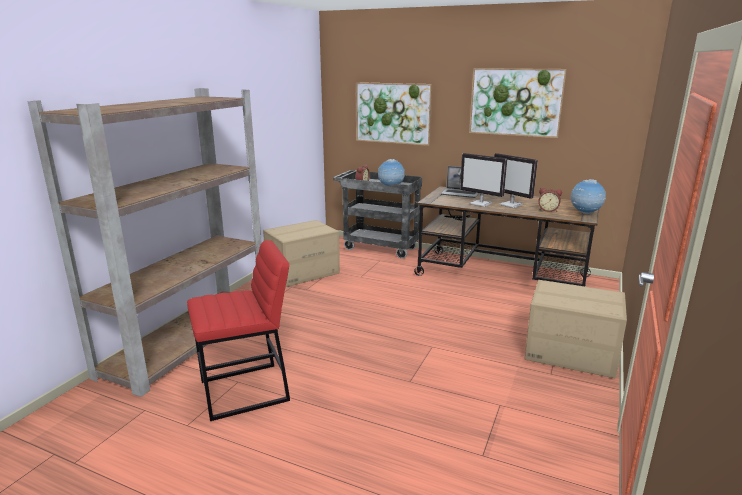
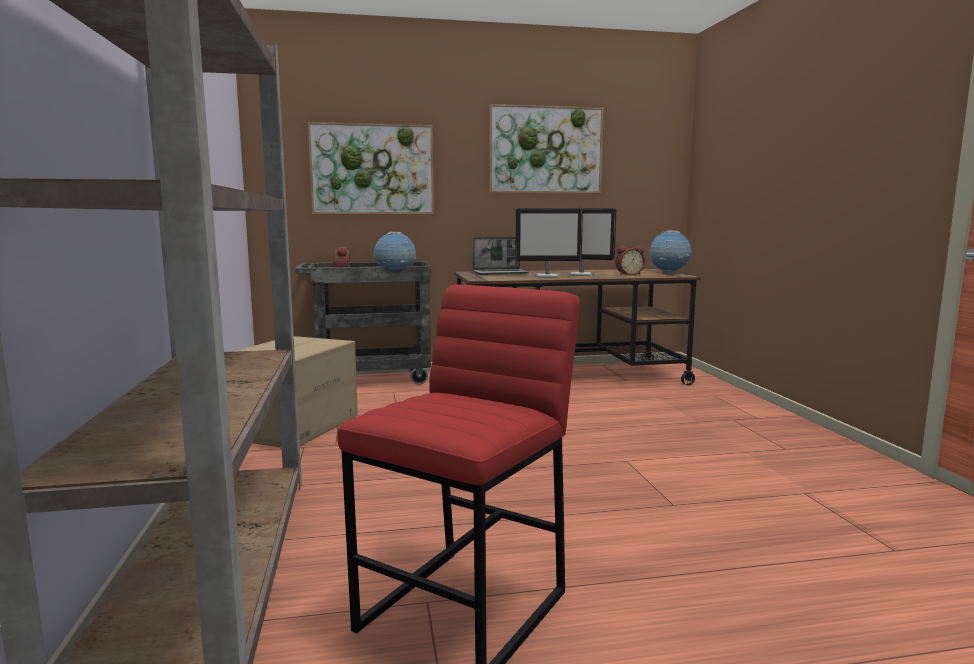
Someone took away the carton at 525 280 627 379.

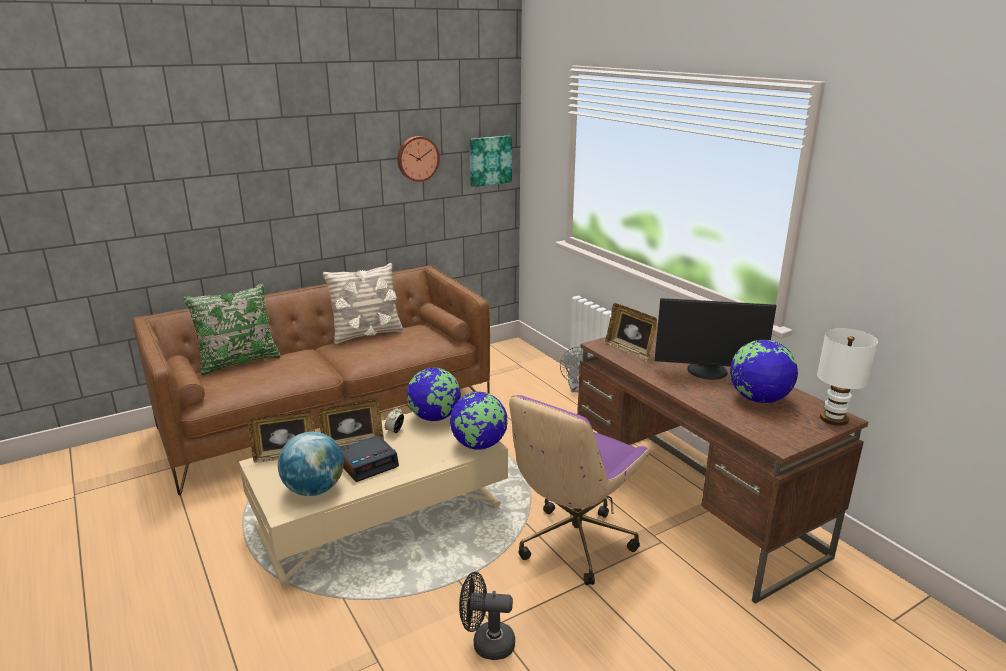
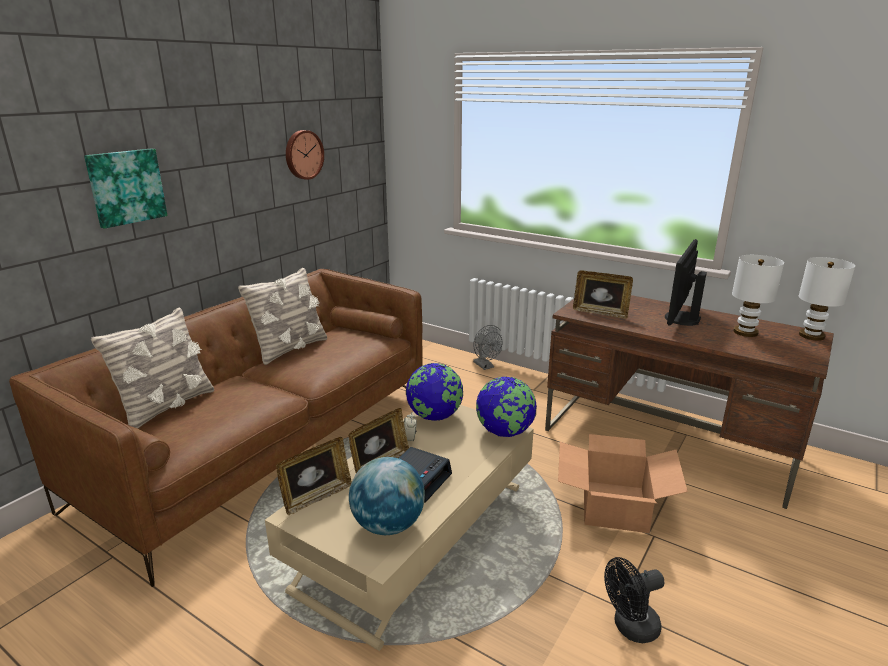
Someone carried the tableau from 470 135 512 187 to 84 149 168 229. Someone repainted the coussin [vert] at 183 283 280 375, which became the coussin [beige] at 91 308 214 429. Someone swapped the chaise de bureau [violet] at 509 395 649 585 for the carton at 558 434 688 533. Someone rotated the écran d'ordinateur at 655 298 777 380 by 135 degrees clockwise. Someone swapped the globe at 730 339 798 403 for the lampe de table [blanc] at 732 255 784 337.

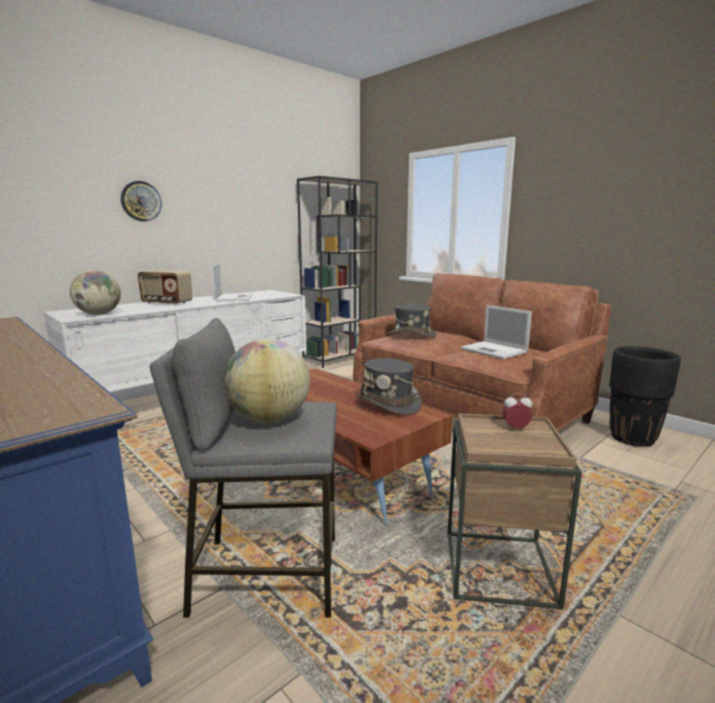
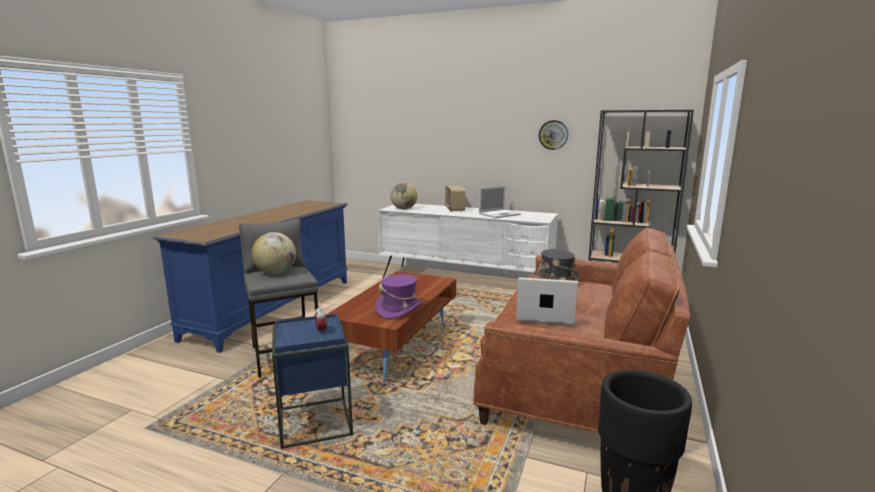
Someone repainted the table d'appoint [marron] at 448 413 582 609, which became the table d'appoint [bleu] at 272 314 353 449. Someone repainted the chapeau [gris] at 356 358 422 415, which became the chapeau [violet] at 375 274 424 319. Someone rotated the ordinateur portable at 460 305 532 359 by 75 degrees clockwise. Someone carried the horloge murale from 121 181 162 221 to 539 120 568 150.

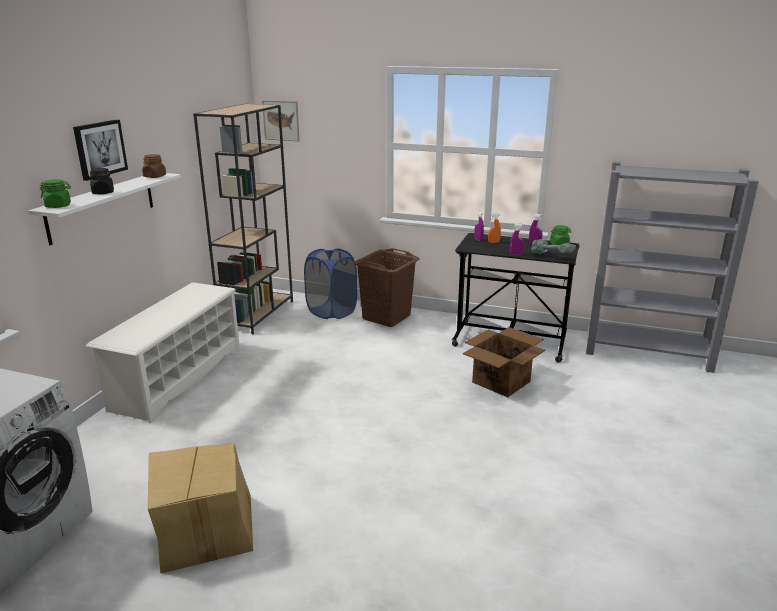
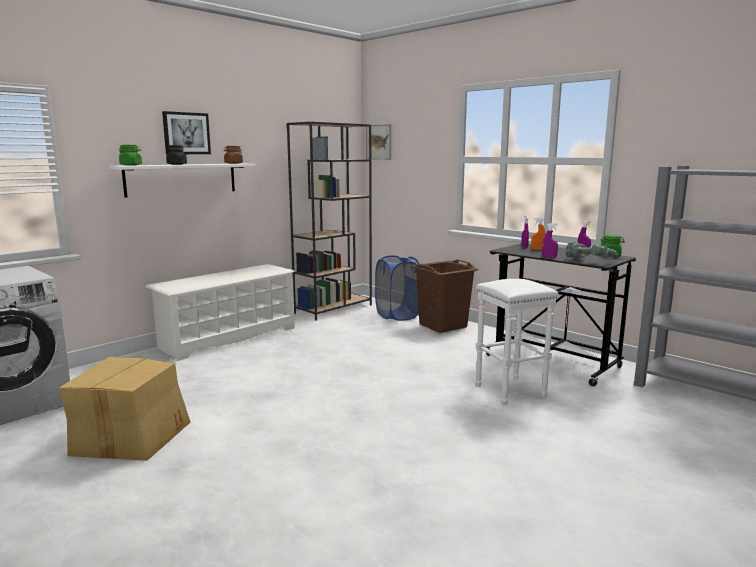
Someone swapped the carton at 463 327 545 397 for the tabouret [blanc] at 476 279 559 405.

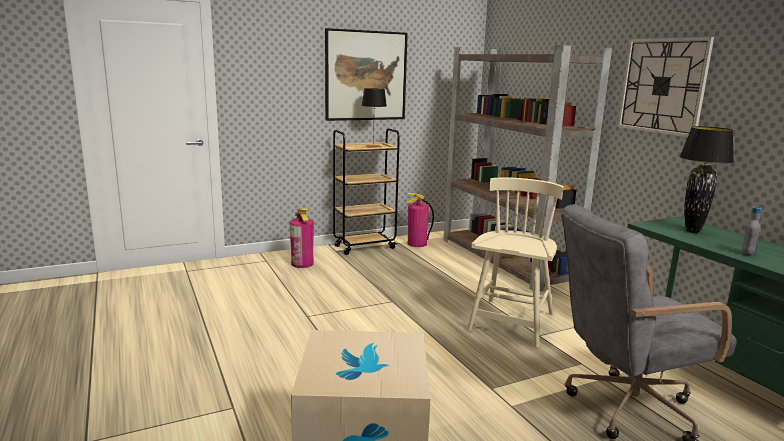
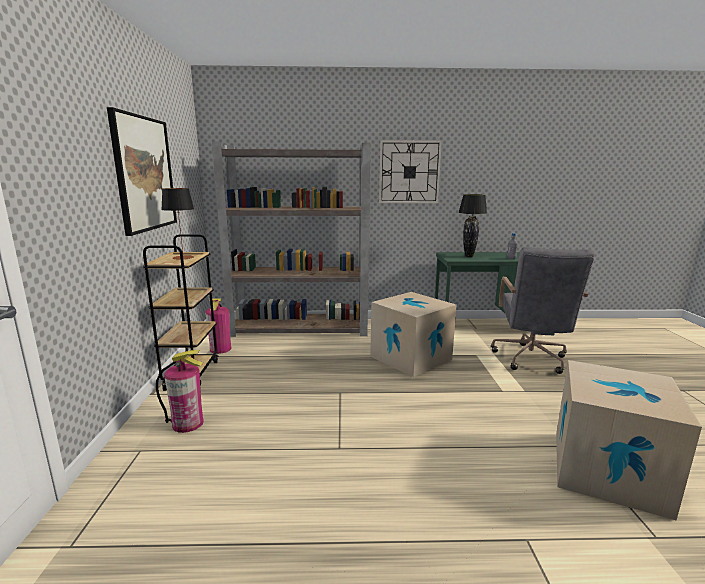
Someone swapped the chaise [beige] at 467 177 563 347 for the carton at 370 292 456 377.

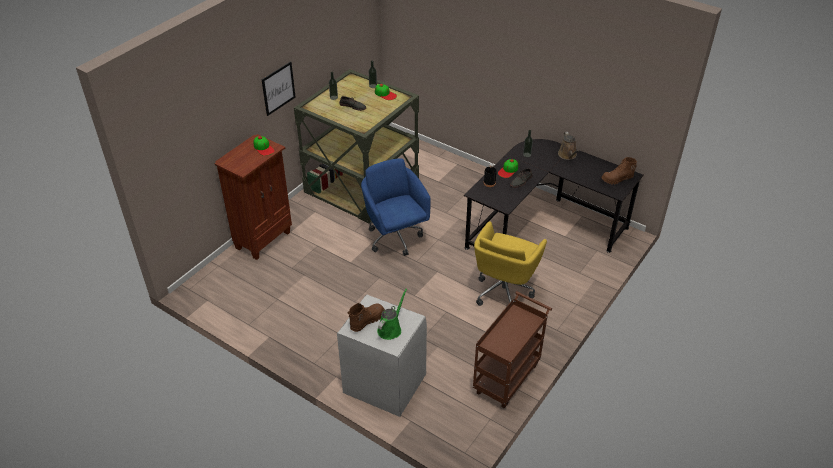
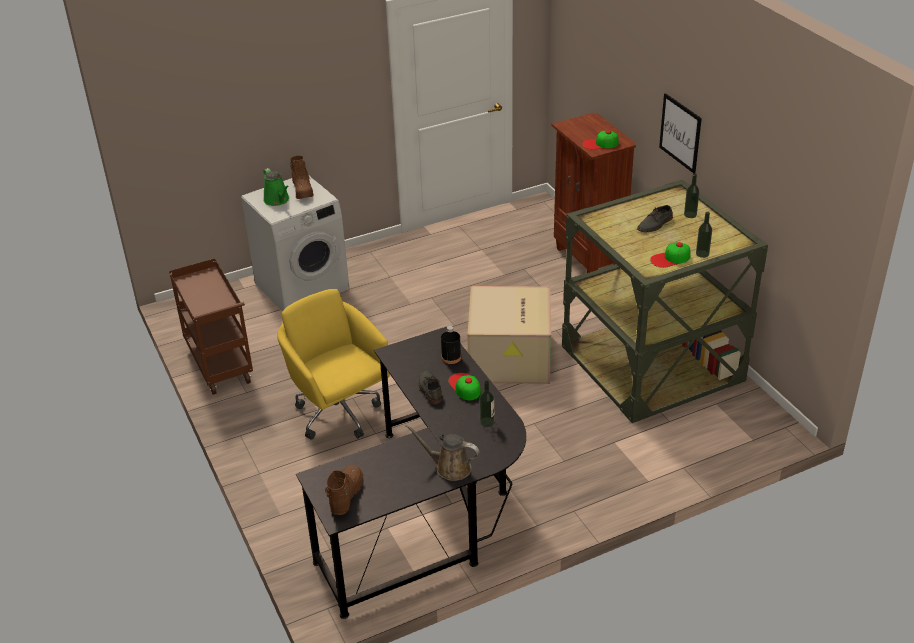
Someone swapped the chaise de bureau [bleu] at 361 158 431 256 for the carton at 467 286 551 384.

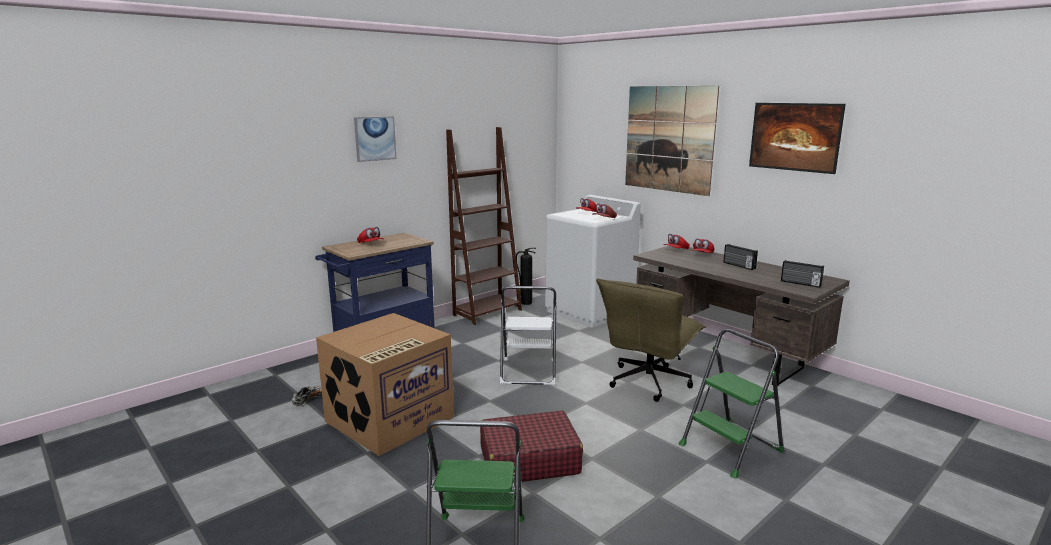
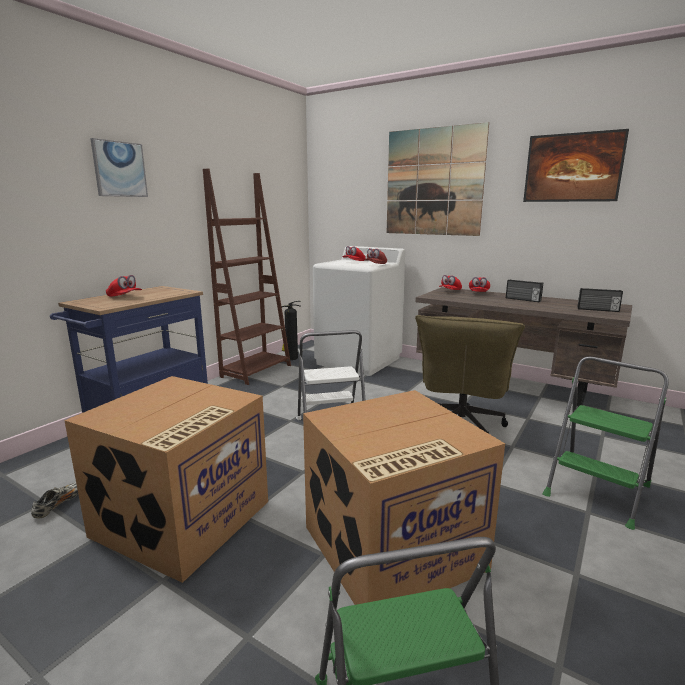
Someone swapped the valise [rouge] at 480 410 583 483 for the carton at 303 390 505 605.

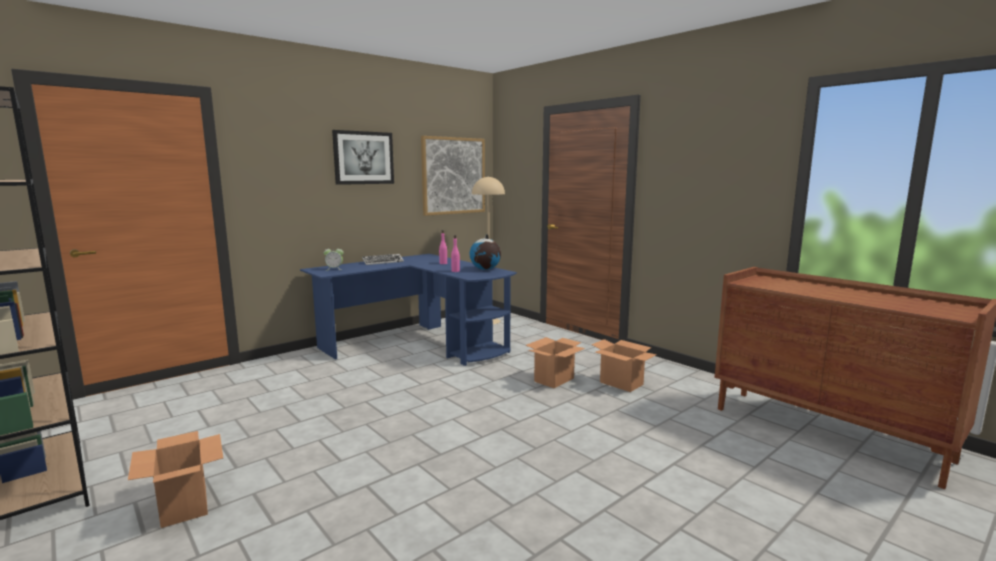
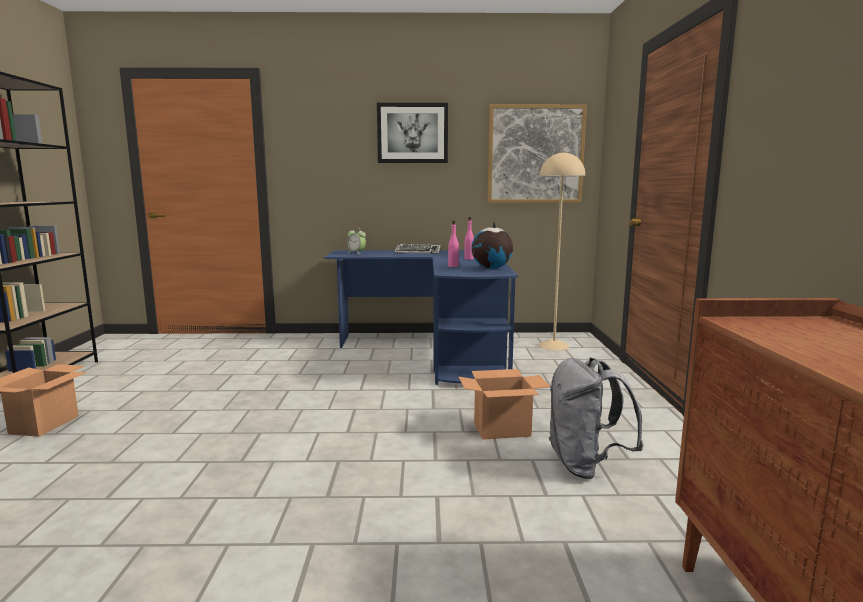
Someone swapped the carton at 591 339 657 392 for the sac à dos [gris] at 548 358 643 479.

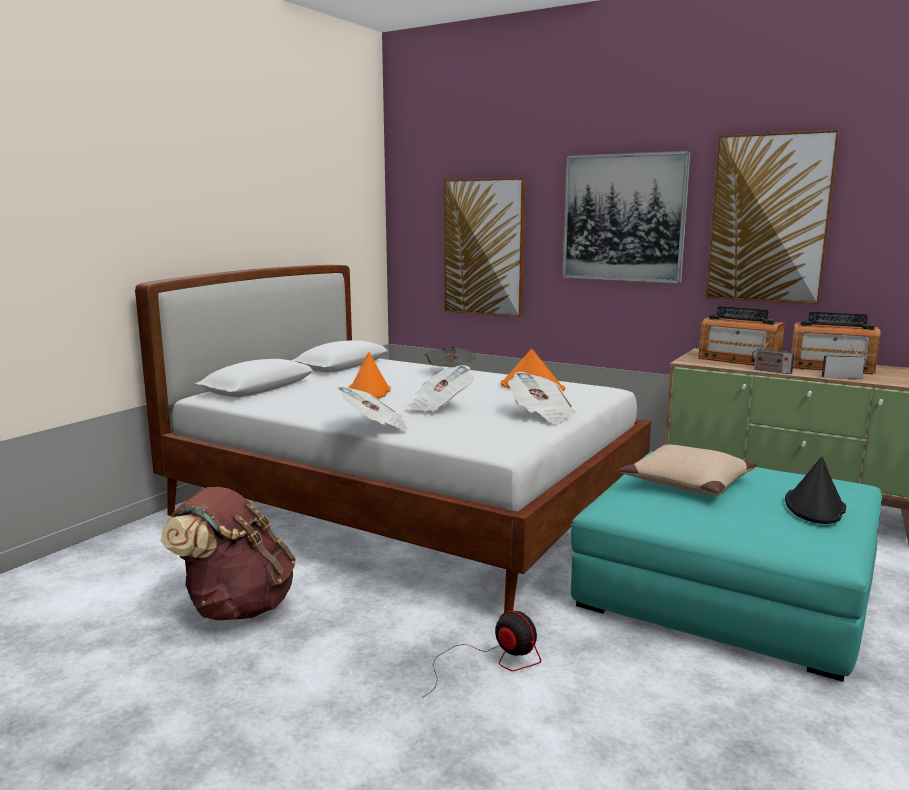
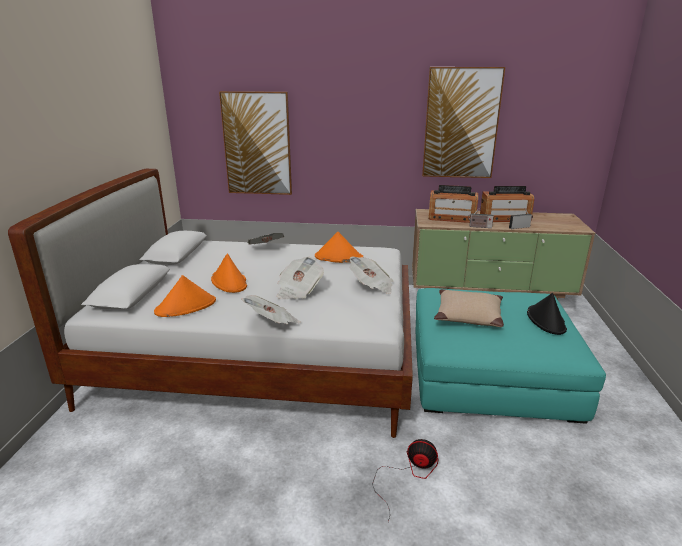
Someone put down the chapeau [orange] at 154 275 216 317. Someone took away the sac à dos [marron] at 160 487 296 620. Someone took away the tableau at 562 151 691 284.

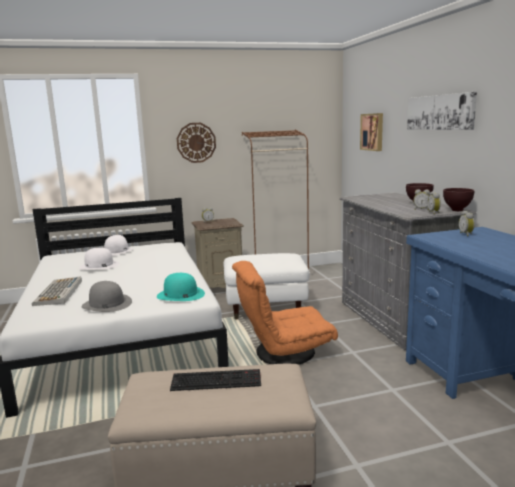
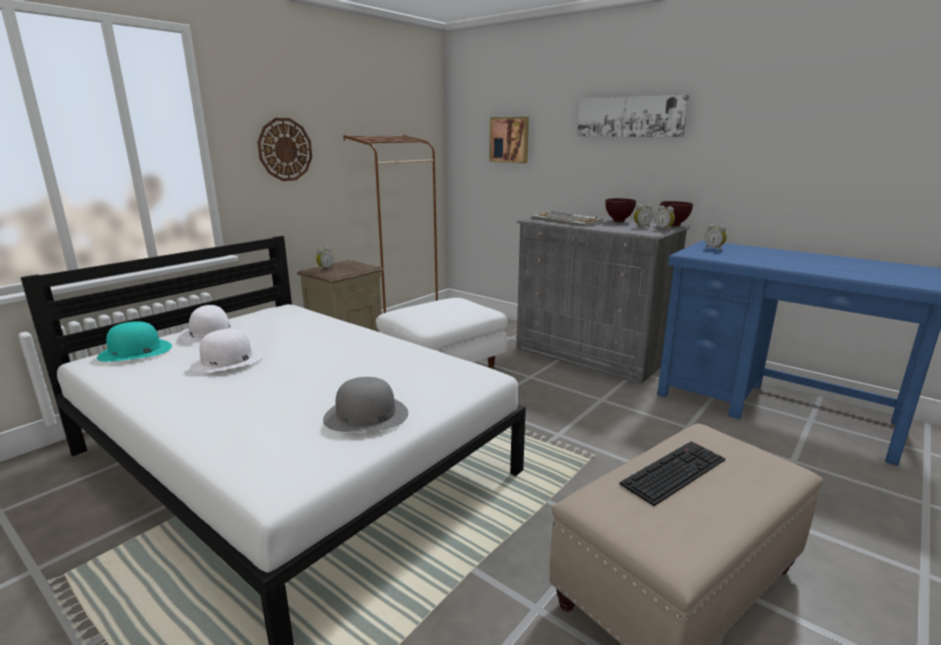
Someone carried the chapeau [turquoise] from 157 273 205 301 to 97 321 172 362. Someone carried the clavier from 32 277 82 306 to 531 211 603 227. Someone took away the fauteuil [orange] at 232 261 338 365.

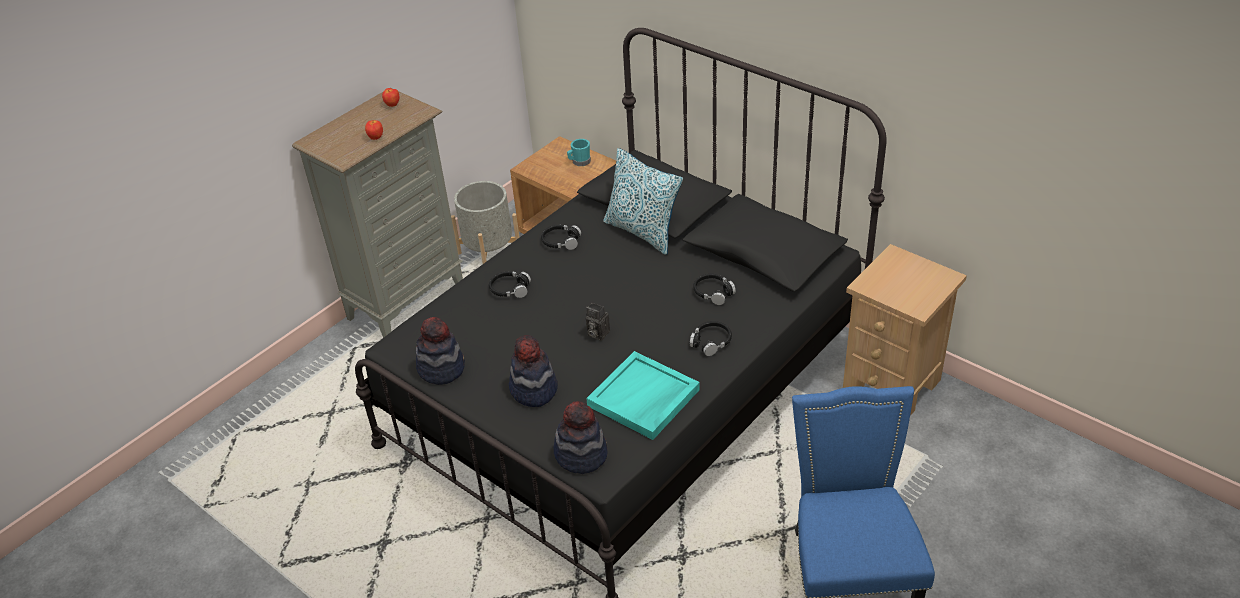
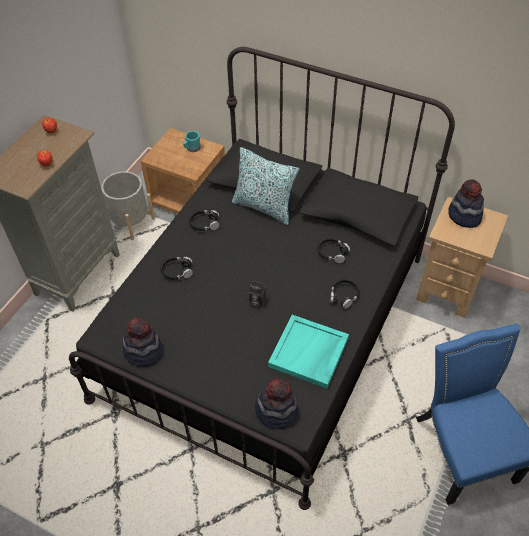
Someone carried the chapeau from 509 335 558 407 to 448 179 484 228.

